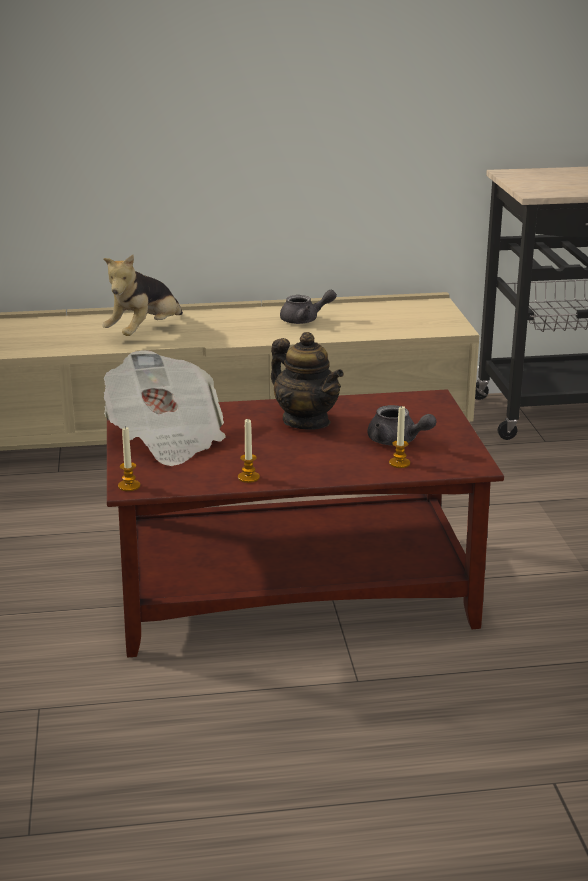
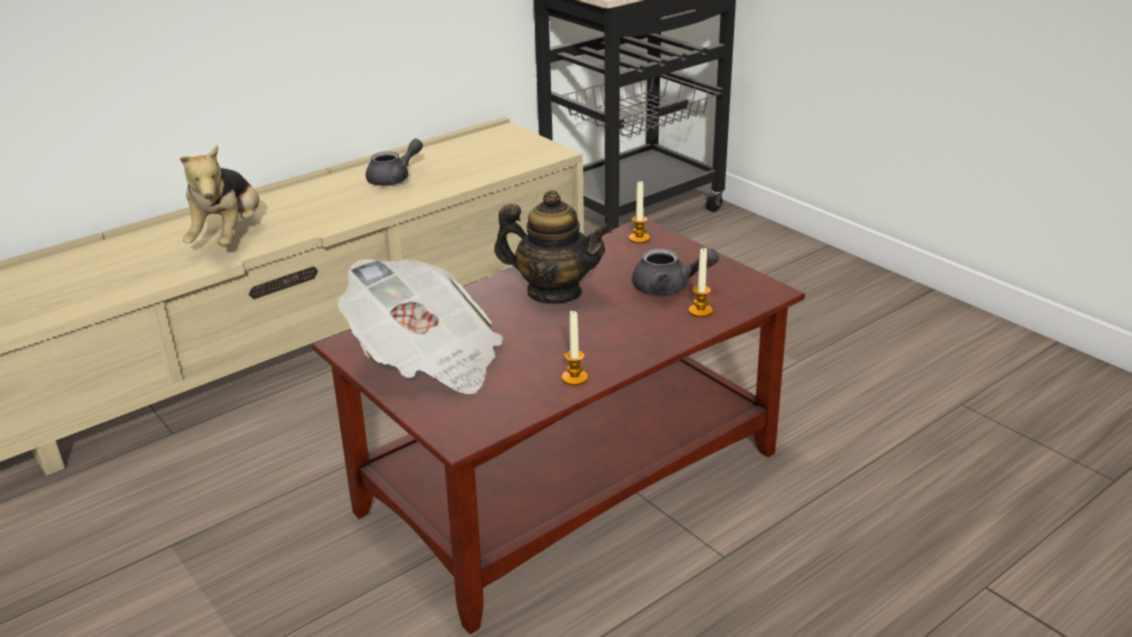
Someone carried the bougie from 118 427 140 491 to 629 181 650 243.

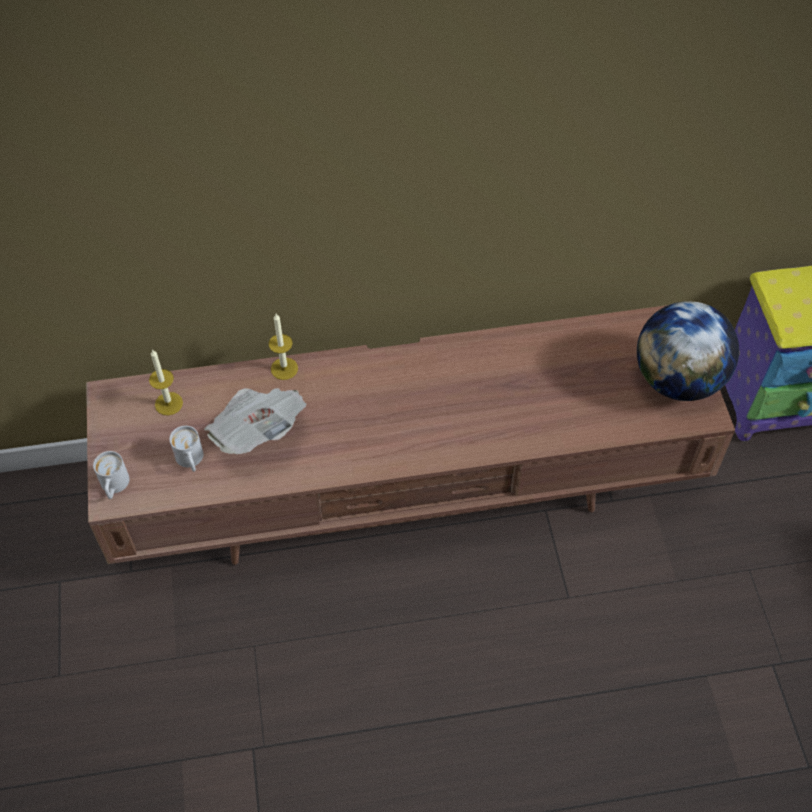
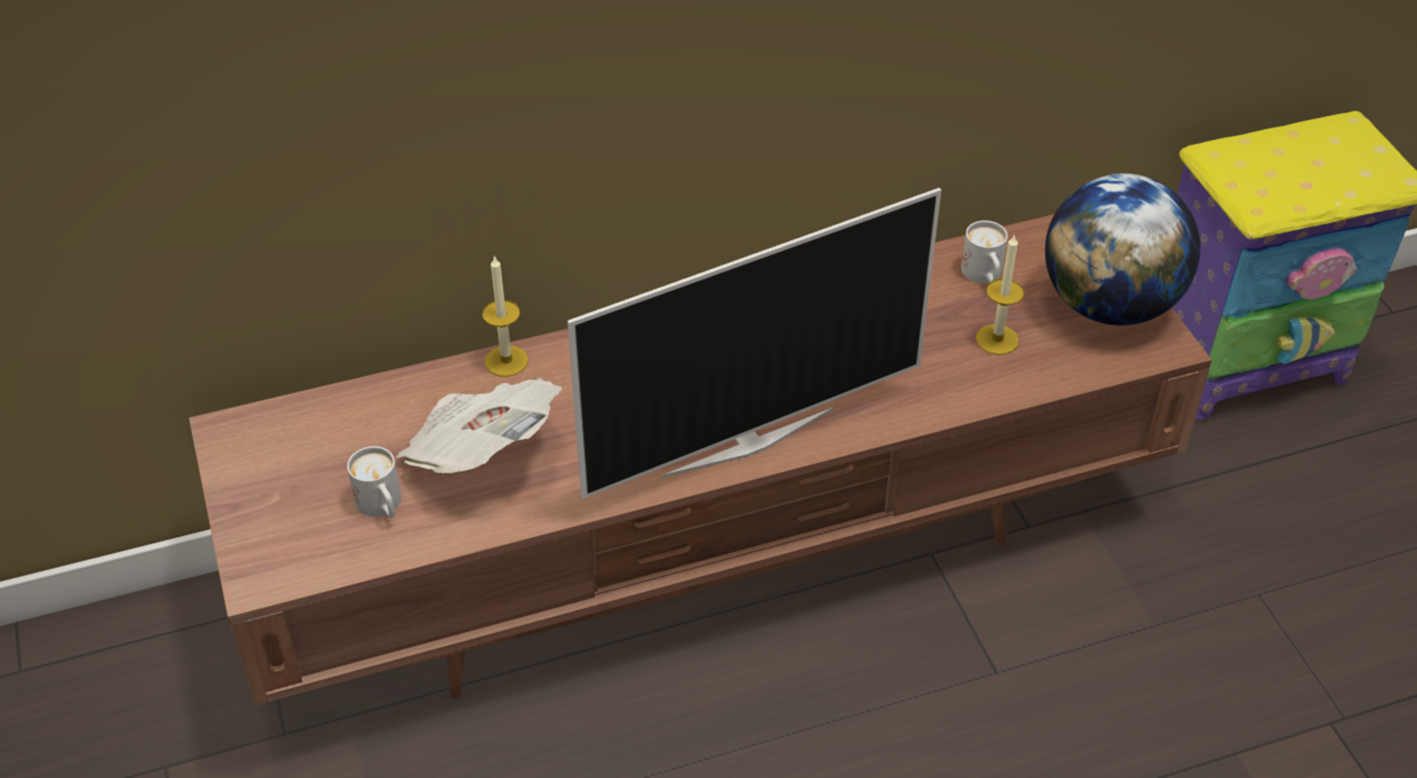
Someone put down the téléviseur at 567 188 941 499. Someone carried the mug [blanc] from 93 451 129 499 to 961 220 1008 283. Someone carried the bougie from 149 349 183 415 to 976 234 1024 355.

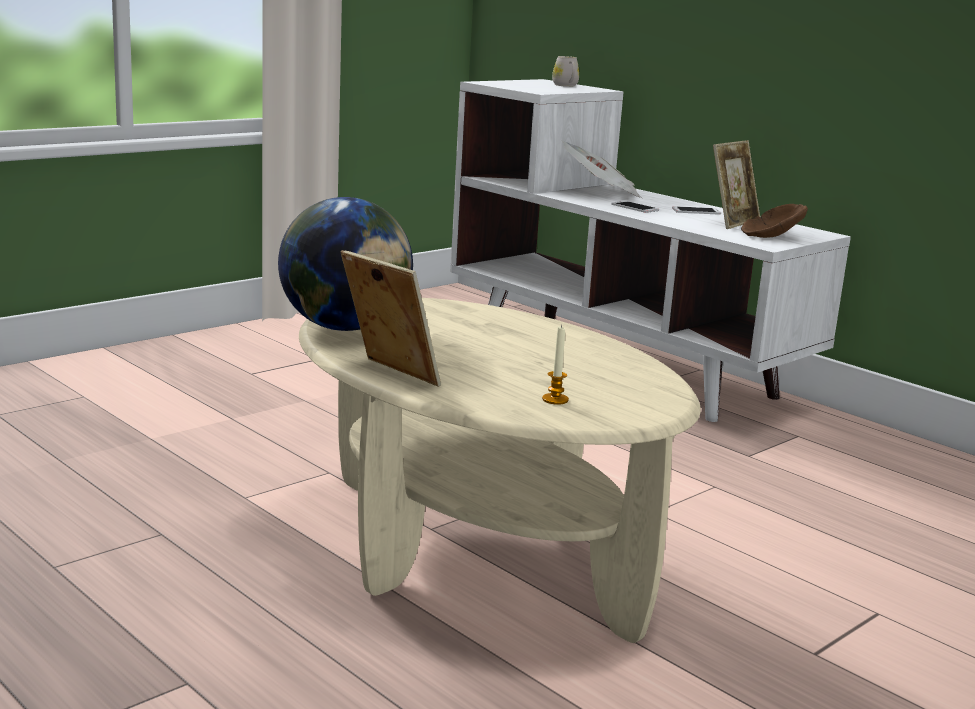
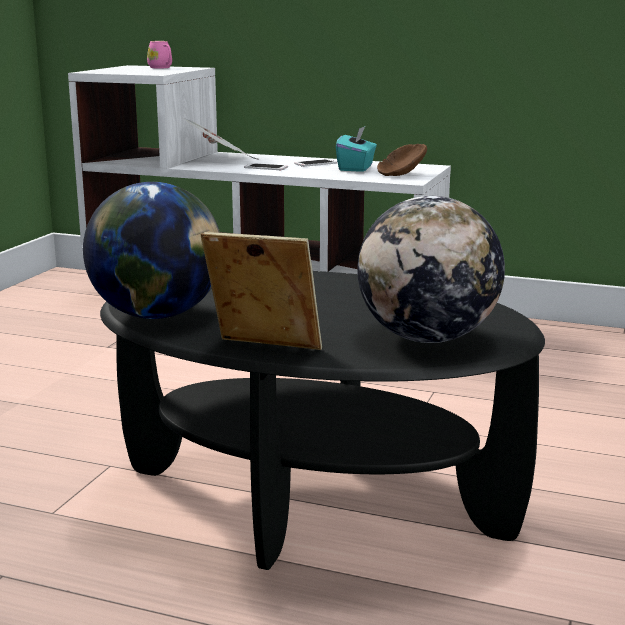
Someone repainted the table basse [beige] at 299 298 701 643, which became the table basse [noir] at 100 271 545 570. Someone repainted the mug [blanc] at 552 56 579 87, which became the mug [rose] at 147 41 172 68. Someone swapped the cadre photo at 713 140 760 229 for the boîte à mouchoirs [turquoise] at 336 126 377 172. Someone swapped the bougie at 542 325 569 405 for the globe at 357 196 505 343.

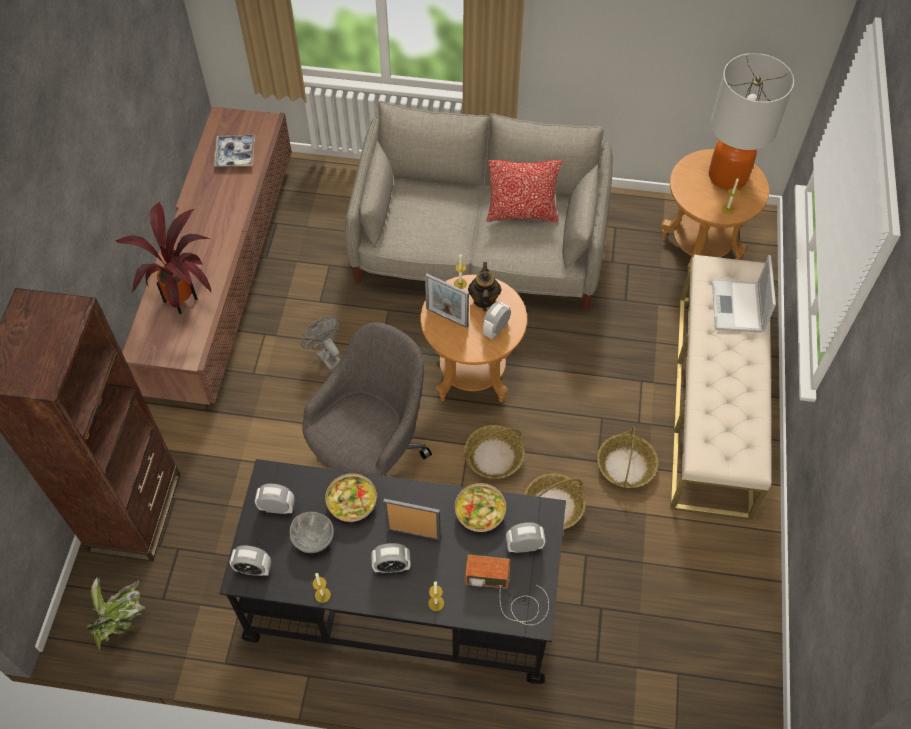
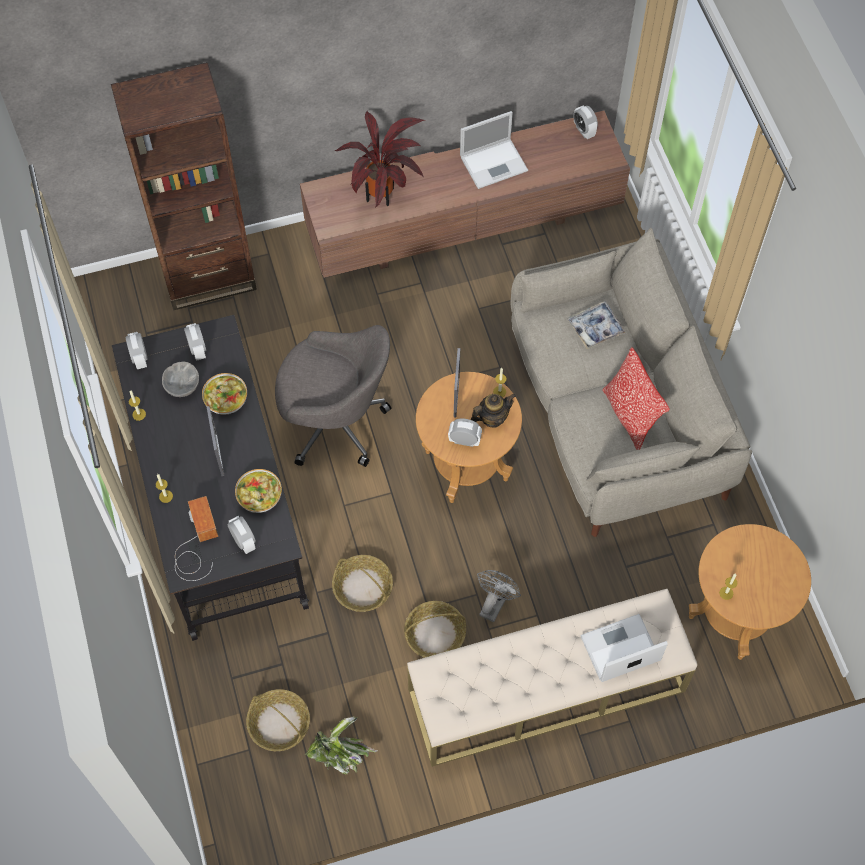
Someone carried the panier from 464 425 525 479 to 246 689 310 751. Someone carried the plante en pot from 87 575 146 650 to 304 716 378 774. Someone put down the ordinateur portable at 460 111 528 189. Someone carried the ventilateur [gris] from 301 317 340 372 to 477 570 521 622. Someone carried the plateau from 214 135 255 167 to 568 301 626 350. Someone carried the réveil from 371 543 411 573 to 573 105 598 139. Someone took away the lampe de table at 709 53 794 190.

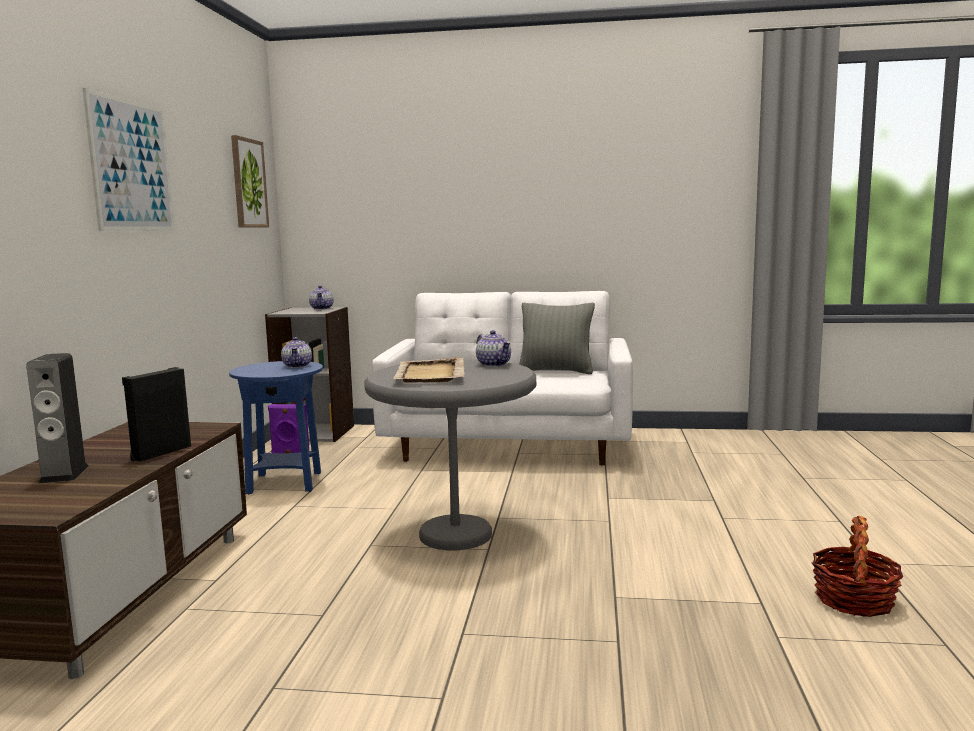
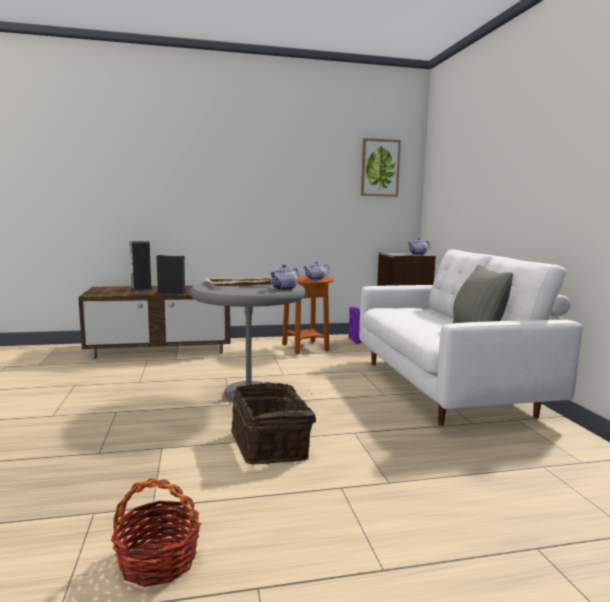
Someone put down the panier at 231 382 316 464. Someone repainted the table d'appoint [bleu] at 229 361 323 494, which became the table d'appoint [marron] at 282 275 334 354. Someone took away the tableau at 83 88 174 231.

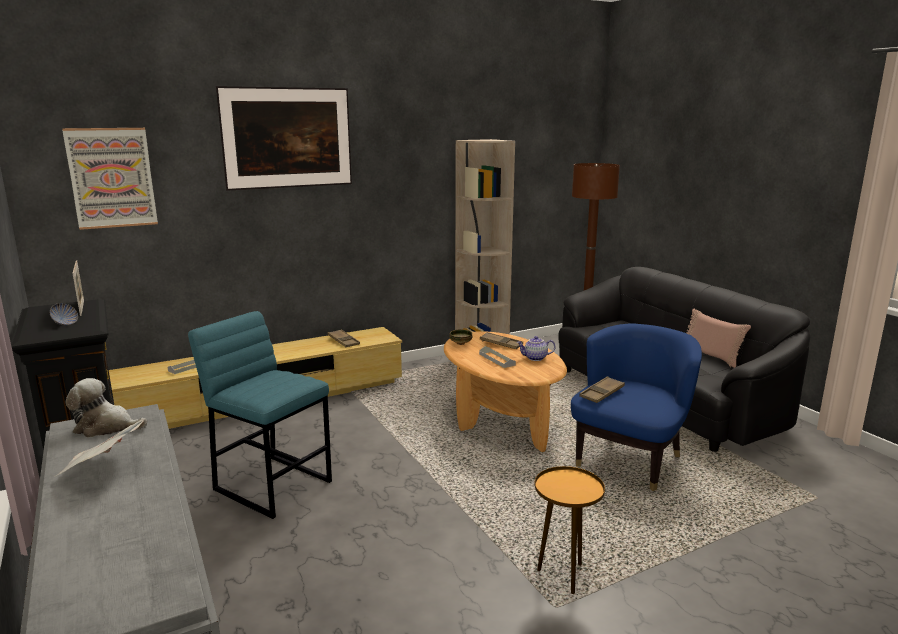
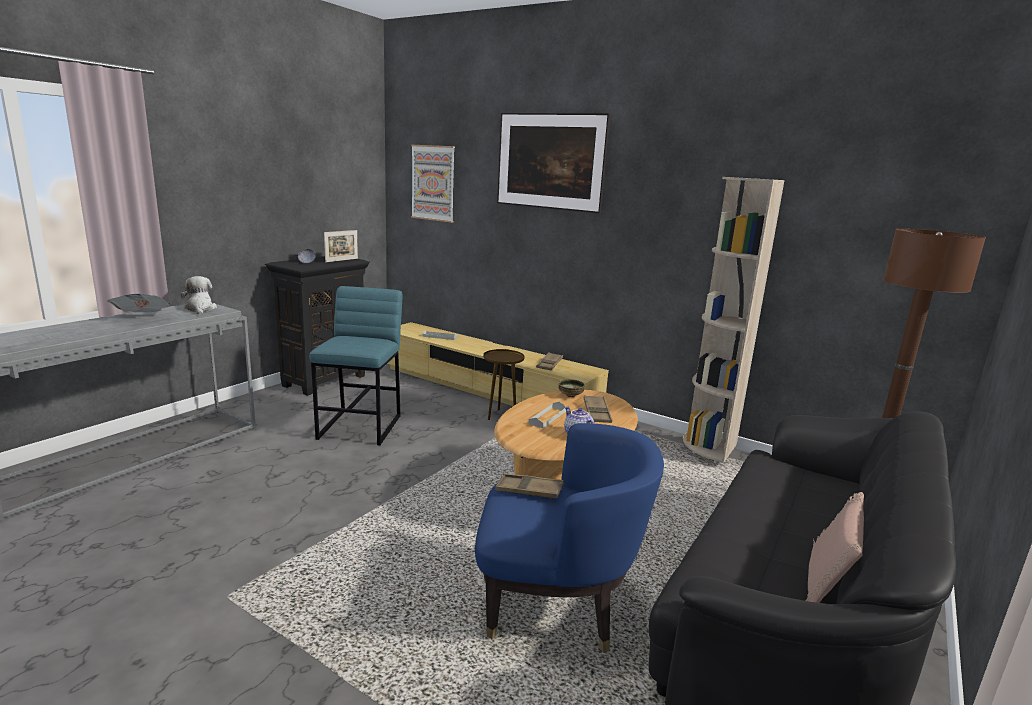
Someone carried the table d'appoint [marron] from 535 466 605 594 to 483 349 525 420.

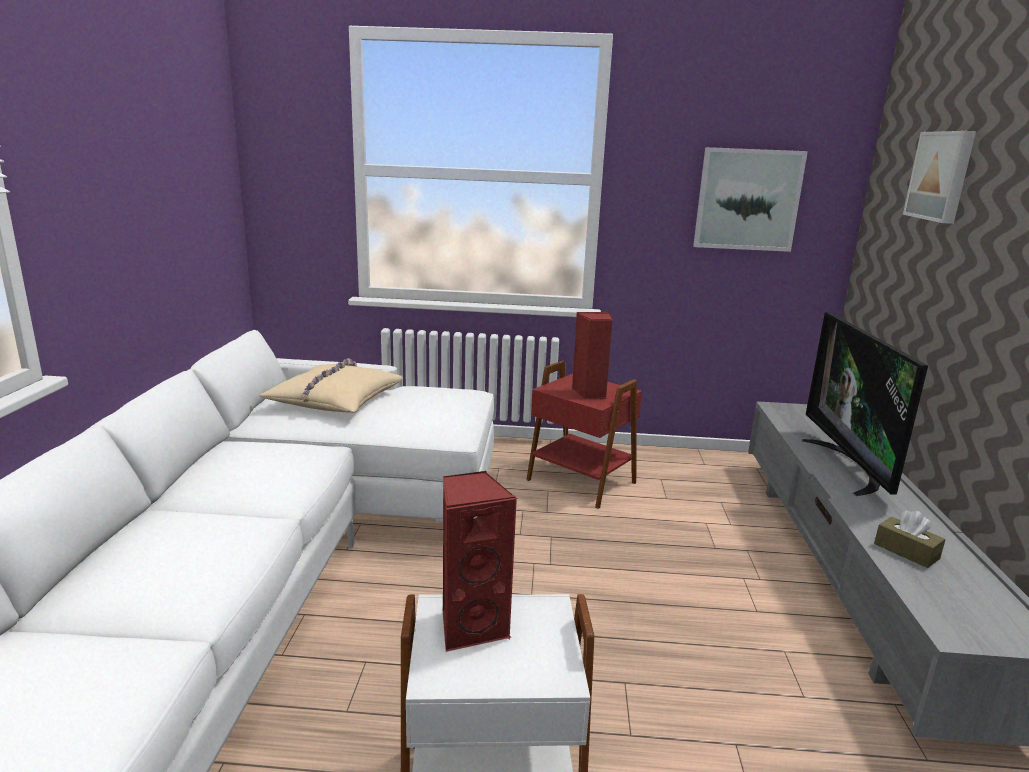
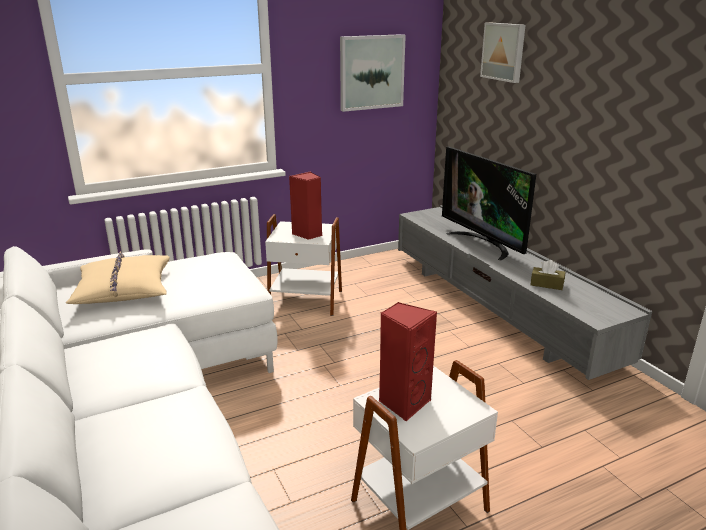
Someone repainted the table d'appoint [rouge] at 526 361 642 509, which became the table d'appoint [blanc] at 265 214 342 316.

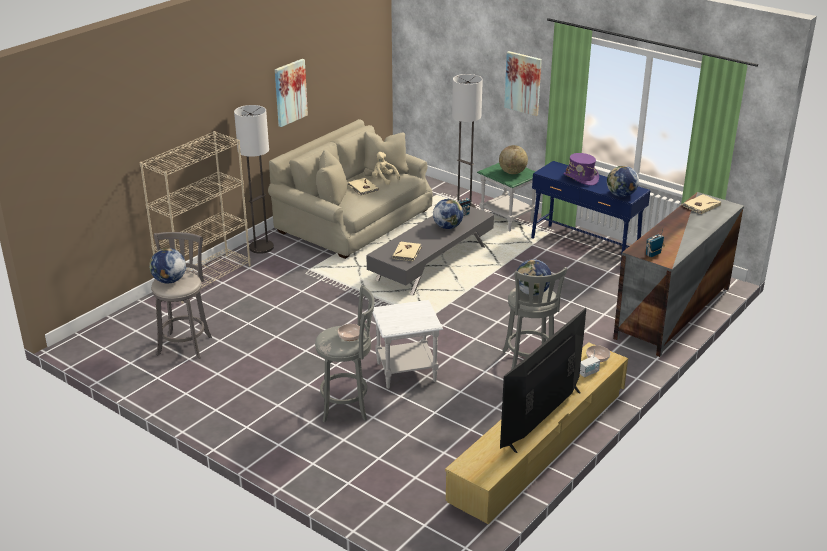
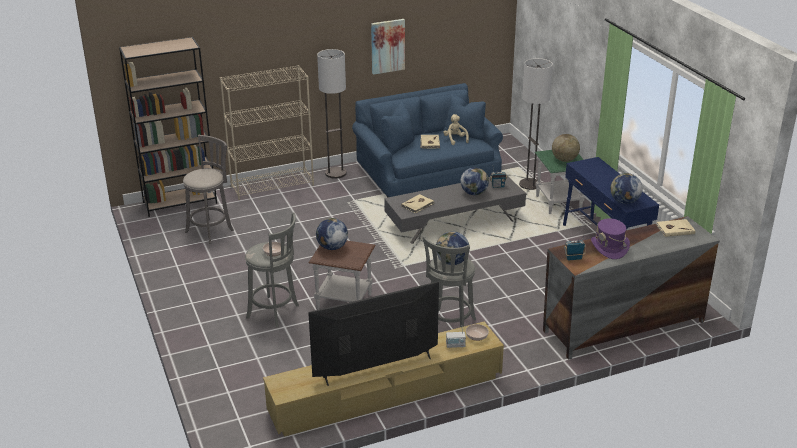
Someone put down the bibliothèque [beige] at 119 37 217 217. Someone repainted the table d'appoint [blanc] at 373 300 443 389, which became the table d'appoint [marron] at 309 241 376 310. Someone carried the globe from 149 248 186 284 to 316 218 348 250. Someone repainted the canapé [beige] at 268 119 432 259, which became the canapé [bleu] at 352 83 503 198. Someone carried the chapeau [violet] from 564 153 599 186 to 591 218 630 259. Someone took away the tableau at 504 51 542 116.

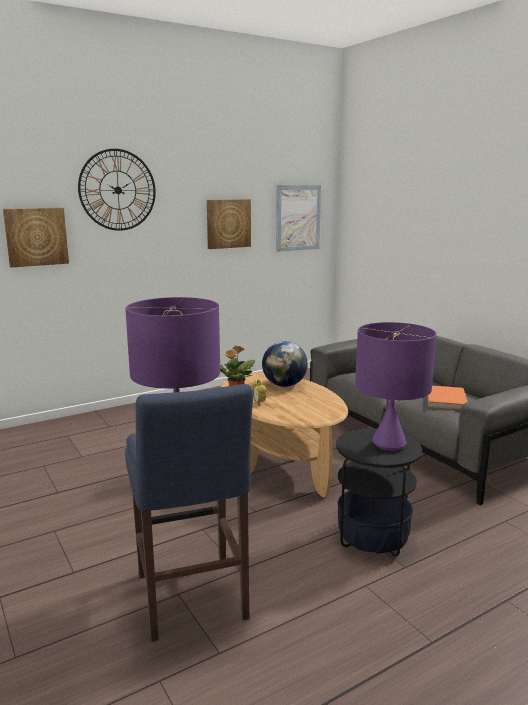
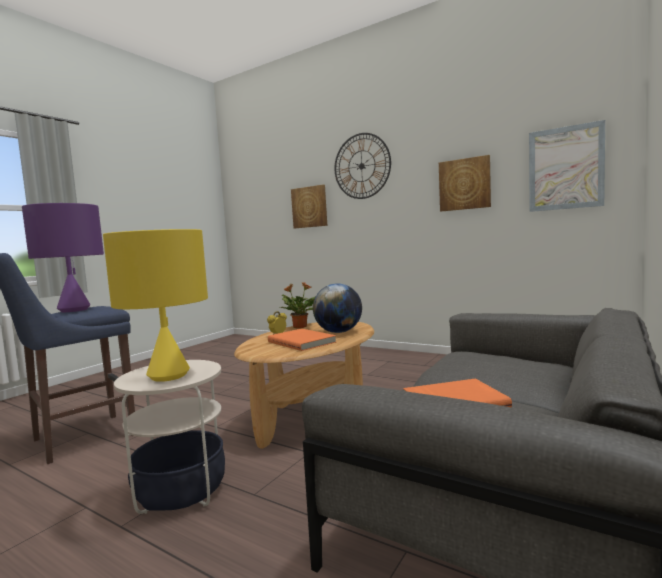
Someone repainted the lampe de table [violet] at 355 322 437 451, which became the lampe de table [jaune] at 103 229 208 382. Someone repainted the table d'appoint [noir] at 336 428 422 556, which became the table d'appoint [beige] at 114 360 225 514. Someone put down the livre [orange] at 268 329 336 351.

